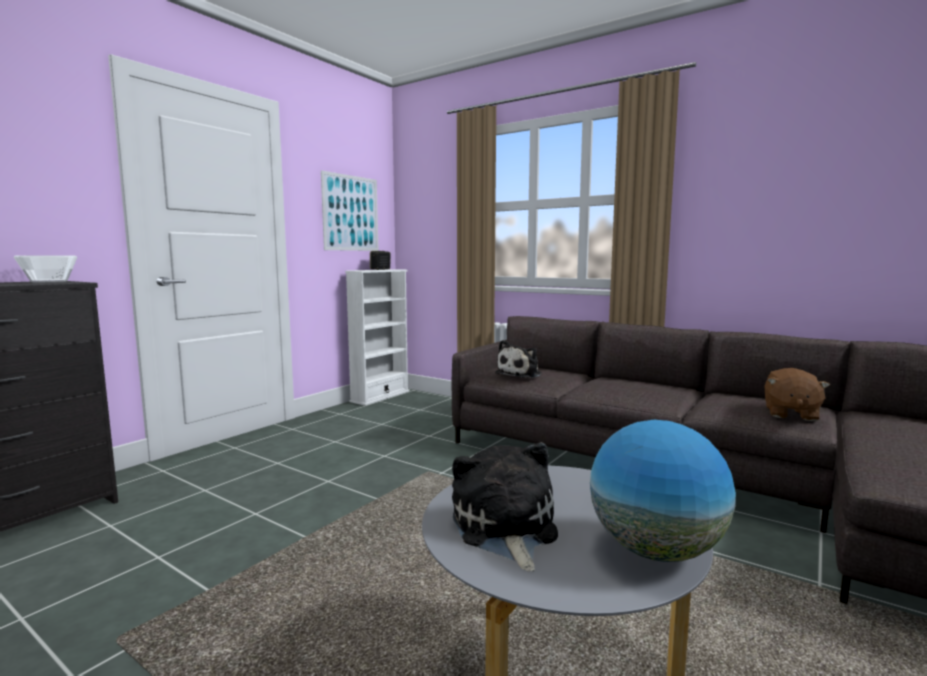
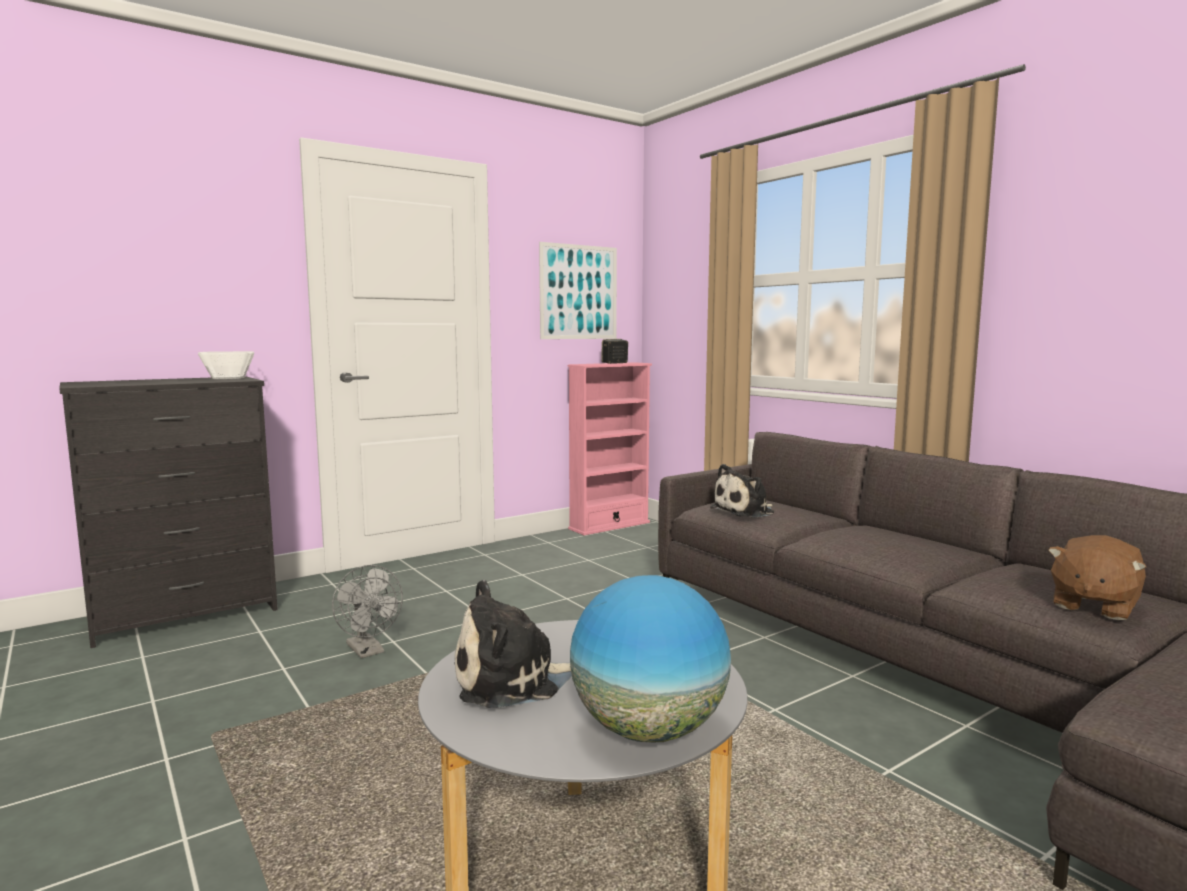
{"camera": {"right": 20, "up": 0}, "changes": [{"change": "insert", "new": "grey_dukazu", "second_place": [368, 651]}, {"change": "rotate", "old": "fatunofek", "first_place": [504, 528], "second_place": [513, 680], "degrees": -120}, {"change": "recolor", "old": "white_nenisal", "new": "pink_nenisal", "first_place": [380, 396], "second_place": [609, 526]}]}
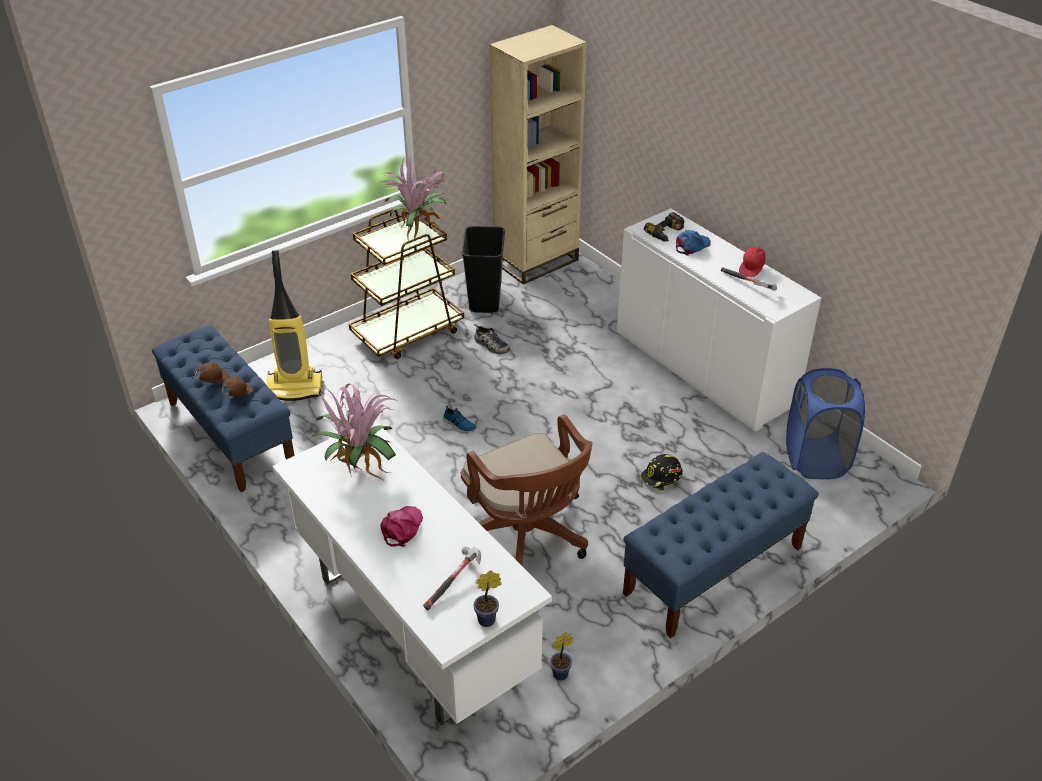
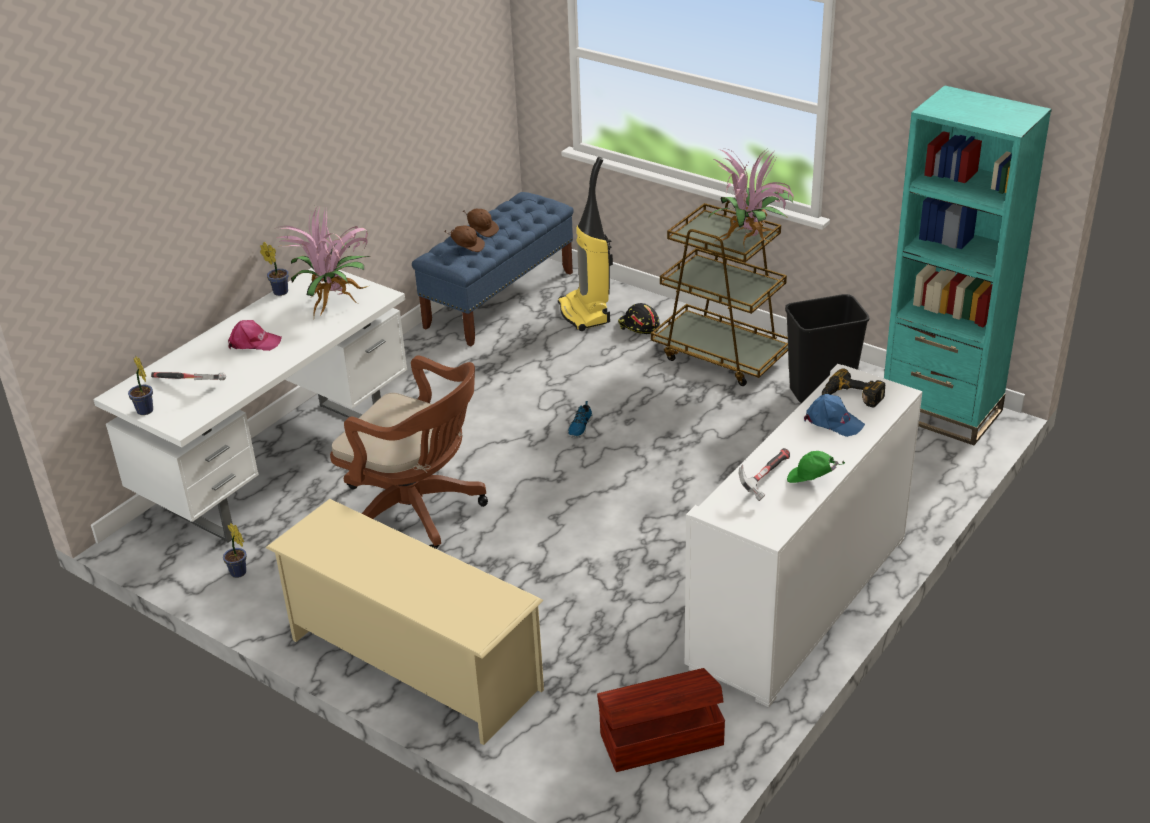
{"camera": {"right": 75, "up": -5}, "changes": [{"change": "insert", "new": "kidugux", "second_place": [279, 291]}, {"change": "replace", "old": "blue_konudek", "new": "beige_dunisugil", "first_place": [713, 571], "second_place": [413, 663]}, {"change": "rotate", "old": "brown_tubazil", "first_place": [527, 539], "second_place": [418, 513], "degrees": -105}, {"change": "replace", "old": "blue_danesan", "new": "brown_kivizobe", "first_place": [815, 459], "second_place": [660, 738]}, {"change": "move", "old": "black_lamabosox", "first_place": [661, 477], "second_place": [639, 326]}, {"change": "recolor", "old": "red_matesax", "new": "green_matesax", "first_place": [752, 268], "second_place": [811, 480]}, {"change": "recolor", "old": "beige_nenisal", "new": "turquoise_nenisal", "first_place": [536, 261], "second_place": [940, 412]}, {"change": "delete", "old": "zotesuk", "first_place": [490, 345]}]}
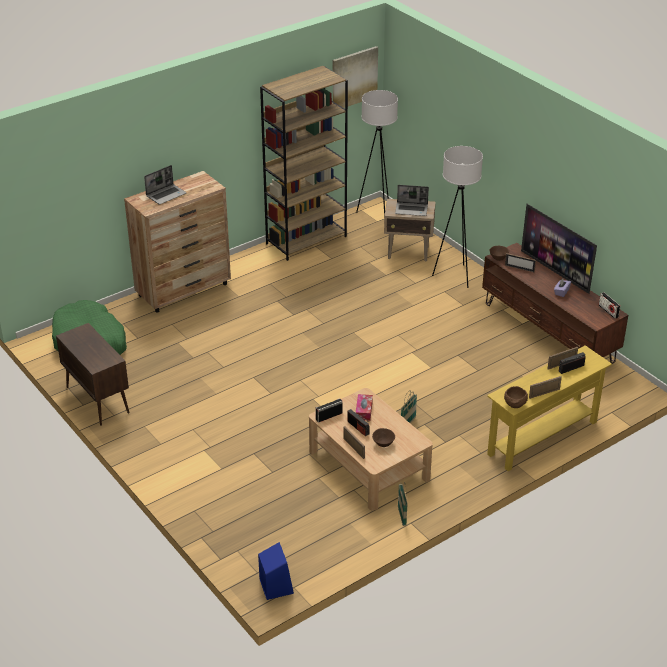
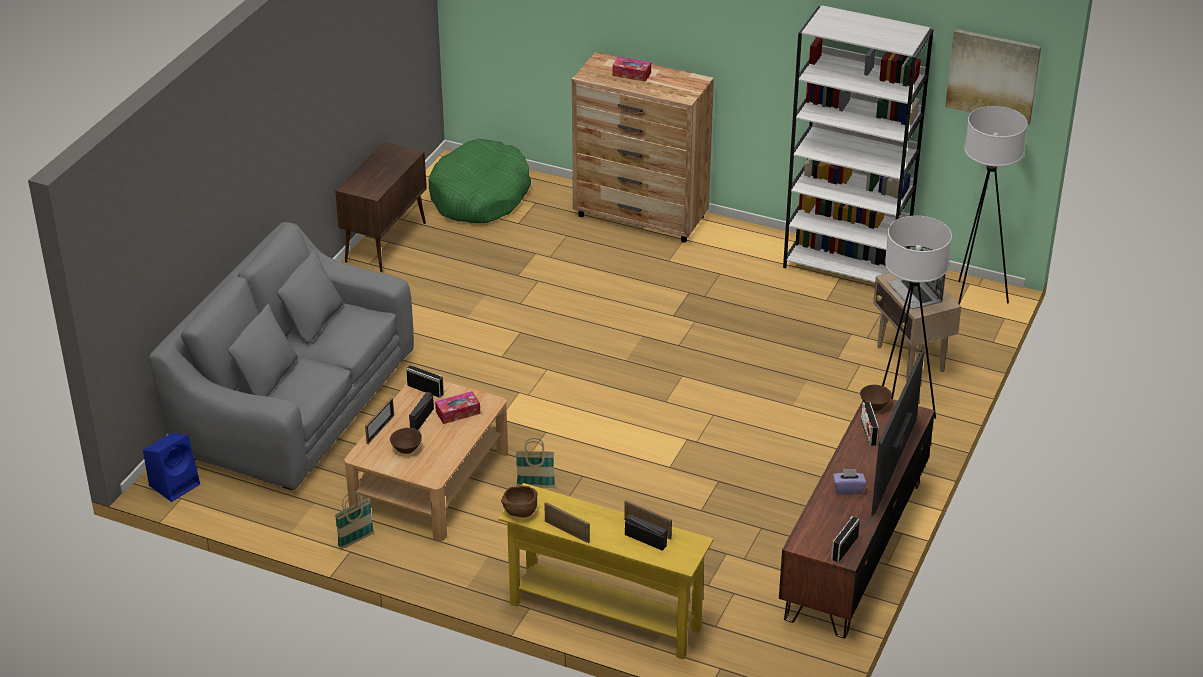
{"camera": {"right": 60, "up": 0}, "changes": [{"change": "insert", "new": "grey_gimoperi", "second_place": [295, 405]}, {"change": "replace", "old": "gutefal", "new": "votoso", "first_place": [166, 195], "second_place": [631, 74]}, {"change": "recolor", "old": "brown_nenisal", "new": "white_nenisal", "first_place": [306, 240], "second_place": [846, 265]}, {"change": "replace", "old": "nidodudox", "new": "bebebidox", "first_place": [519, 268], "second_place": [868, 432]}]}
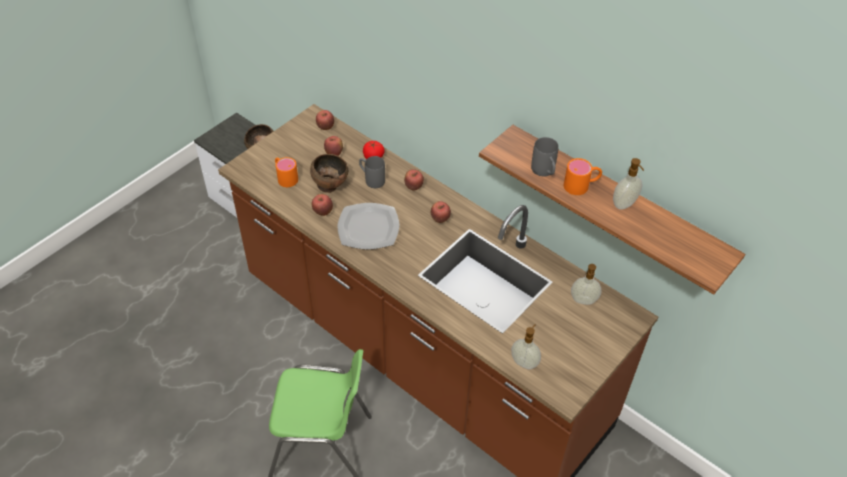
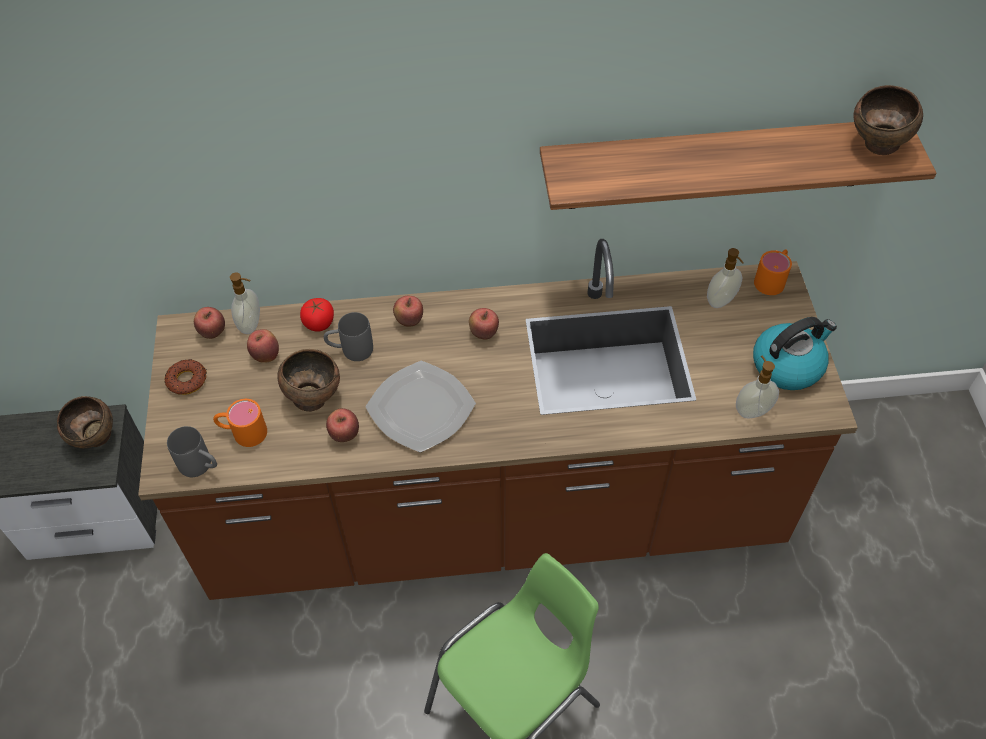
{"camera": {"right": -45, "up": 5}, "changes": [{"change": "insert", "new": "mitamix", "second_place": [187, 380]}, {"change": "move", "old": "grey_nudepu", "first_place": [544, 172], "second_place": [201, 466]}, {"change": "move", "old": "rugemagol", "first_place": [624, 204], "second_place": [251, 324]}, {"change": "insert", "new": "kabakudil", "second_place": [787, 365]}, {"change": "move", "old": "orange_nudepu", "first_place": [581, 185], "second_place": [772, 279]}, {"change": "insert", "new": "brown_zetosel", "second_place": [877, 147]}]}
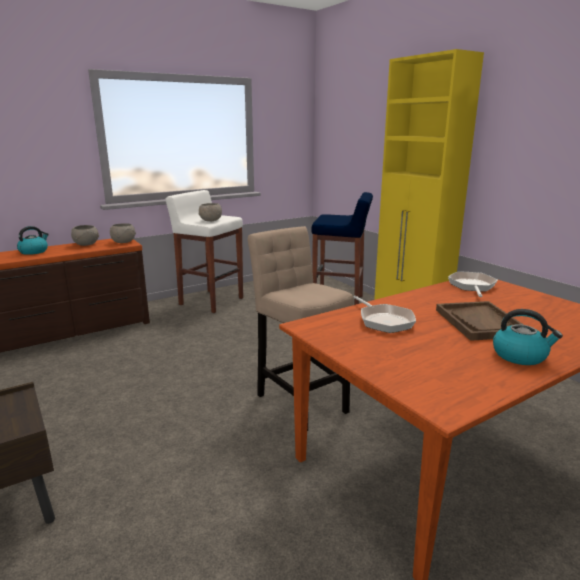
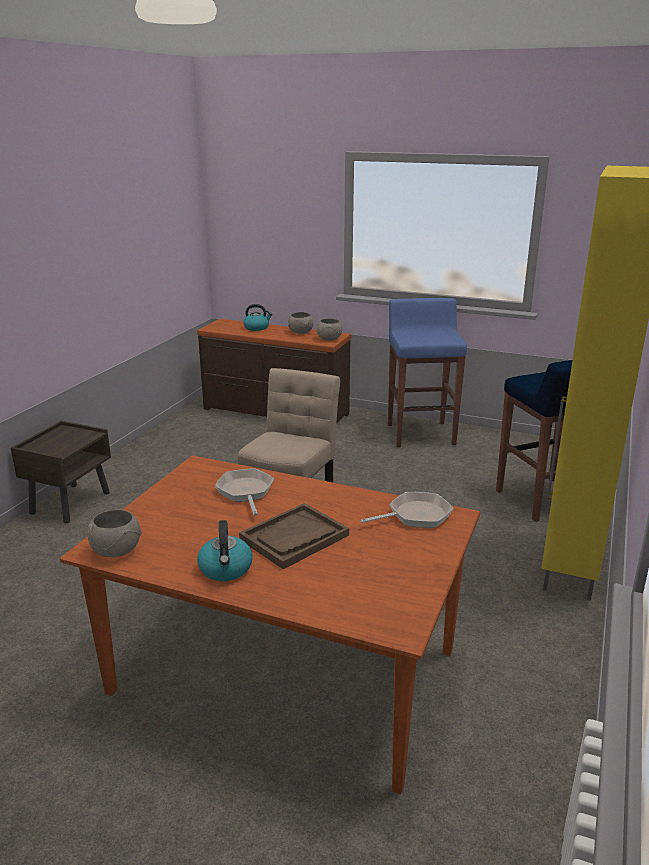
{"camera": {"right": 55, "up": 5}, "changes": [{"change": "move", "old": "grey_zetosel", "first_place": [211, 220], "second_place": [117, 551]}, {"change": "rotate", "old": "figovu", "first_place": [384, 321], "second_place": [245, 492], "degrees": 135}, {"change": "recolor", "old": "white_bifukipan", "new": "blue_bifukipan", "first_place": [210, 301], "second_place": [420, 434]}]}
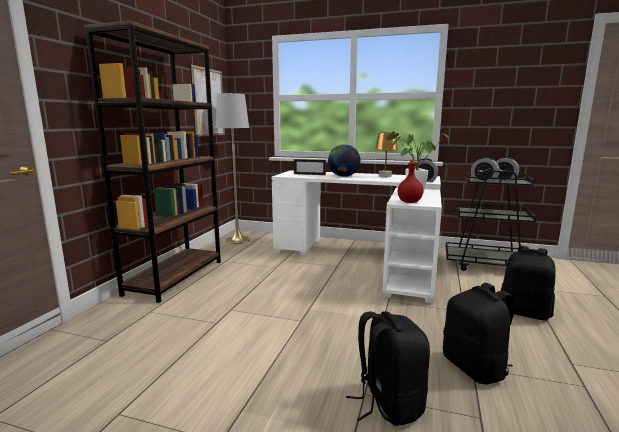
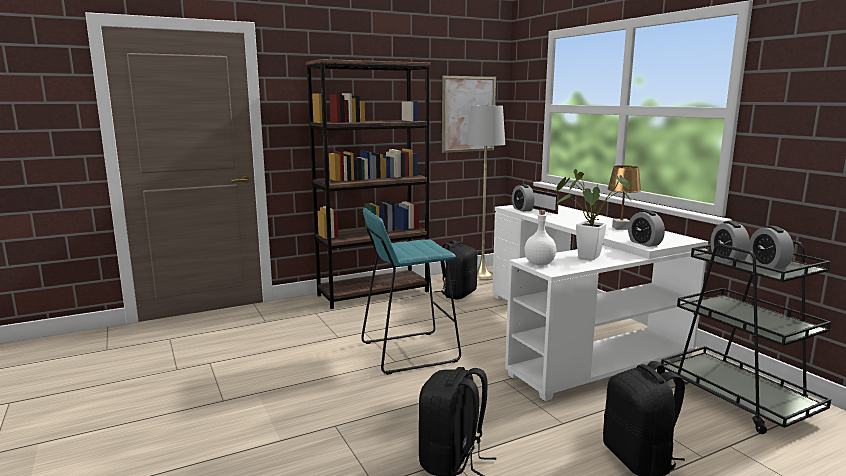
{"camera": {"right": 45, "up": 0}, "changes": [{"change": "insert", "new": "turquoise_bifukipan", "second_place": [408, 352]}, {"change": "move", "old": "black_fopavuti", "first_place": [388, 403], "second_place": [458, 294]}, {"change": "insert", "new": "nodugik", "second_place": [522, 209]}, {"change": "recolor", "old": "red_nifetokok", "new": "white_nifetokok", "first_place": [409, 202], "second_place": [539, 263]}, {"change": "delete", "old": "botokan", "first_place": [343, 176]}]}
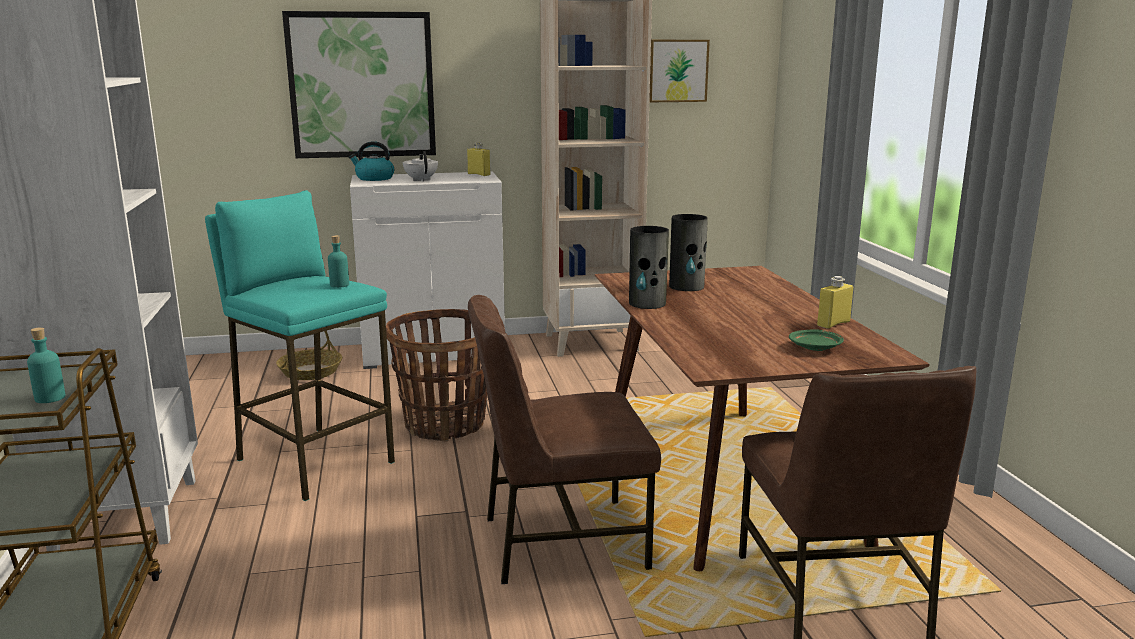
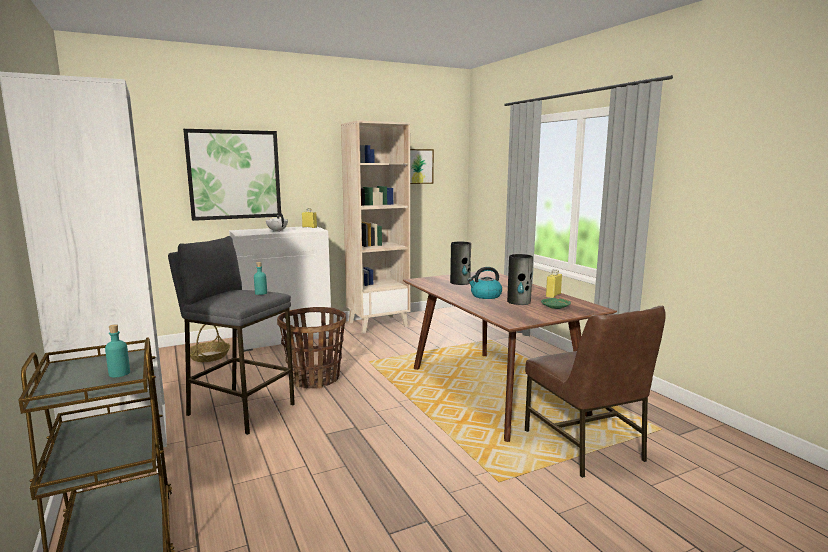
{"camera": {"right": -15, "up": -5}, "changes": [{"change": "recolor", "old": "turquoise_bifukipan", "new": "grey_bifukipan", "first_place": [314, 461], "second_place": [241, 409]}, {"change": "move", "old": "kabakudil", "first_place": [374, 178], "second_place": [485, 296]}, {"change": "move", "old": "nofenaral", "first_place": [647, 303], "second_place": [519, 302]}, {"change": "delete", "old": "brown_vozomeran", "first_place": [561, 541]}]}
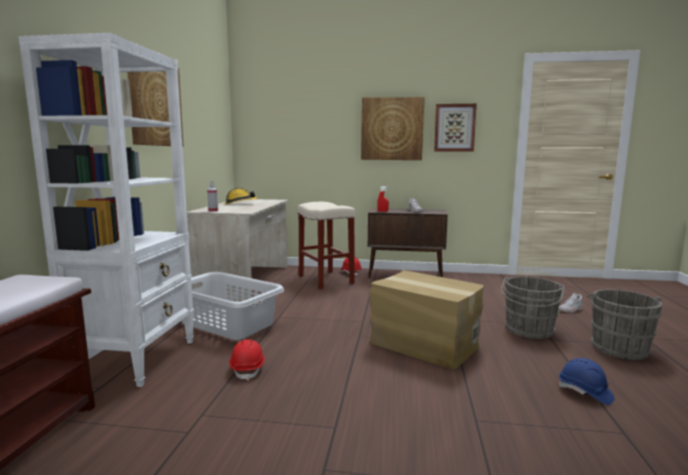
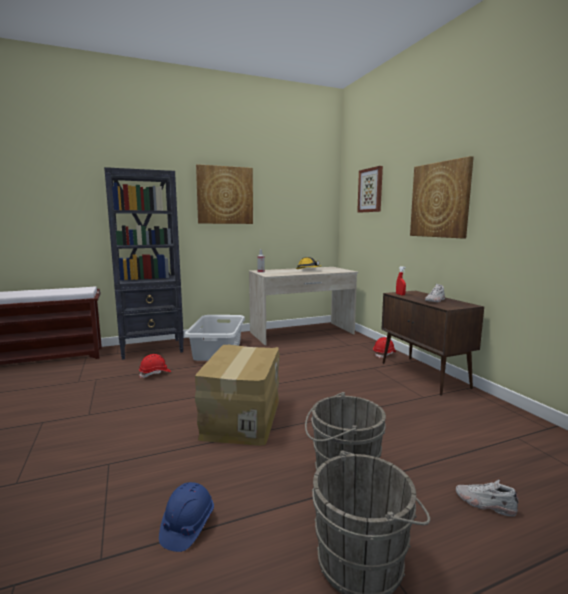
{"camera": {"right": 60, "up": 0}, "changes": [{"change": "recolor", "old": "white_nenisal", "new": "black_nenisal", "first_place": [136, 358], "second_place": [153, 349]}, {"change": "move", "old": "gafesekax", "first_place": [454, 128], "second_place": [370, 190]}, {"change": "delete", "old": "beige_bifukipan", "first_place": [326, 280]}]}
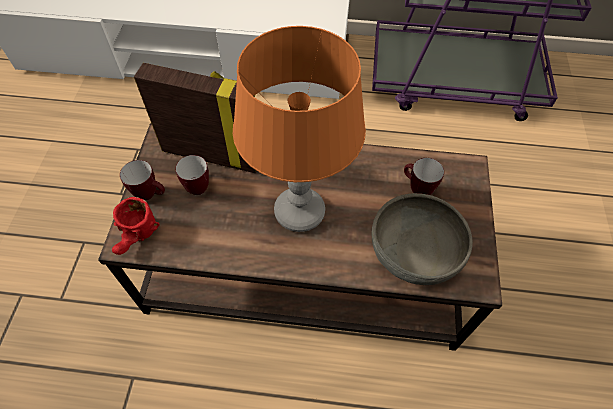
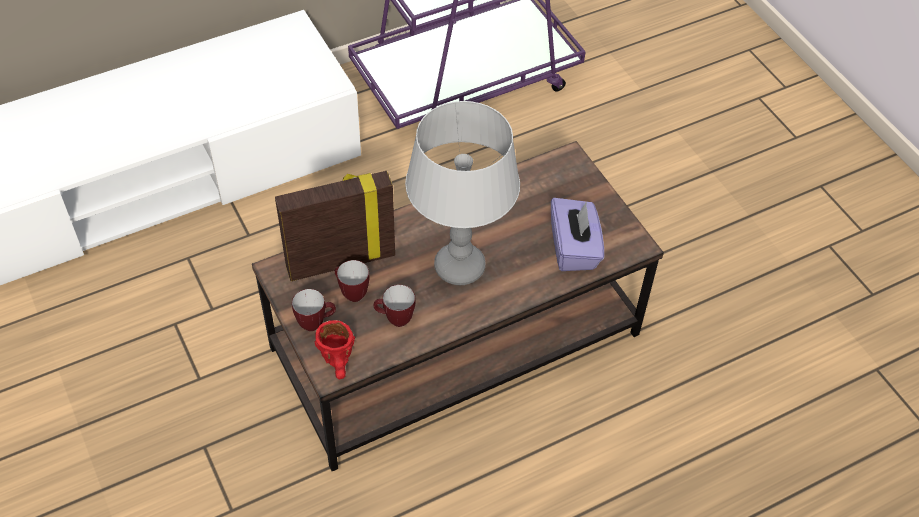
{"camera": {"right": -35, "up": -5}, "changes": [{"change": "move", "old": "nudepu", "first_place": [416, 189], "second_place": [394, 320]}, {"change": "recolor", "old": "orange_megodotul", "new": "grey_megodotul", "first_place": [299, 212], "second_place": [459, 268]}, {"change": "replace", "old": "grey_zetosel", "new": "purple_votoso", "first_place": [414, 252], "second_place": [574, 248]}]}
